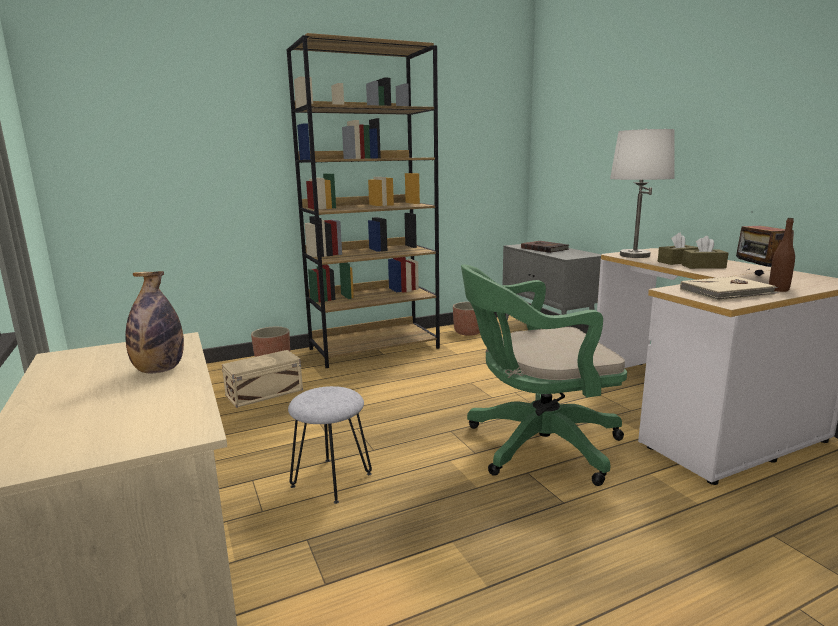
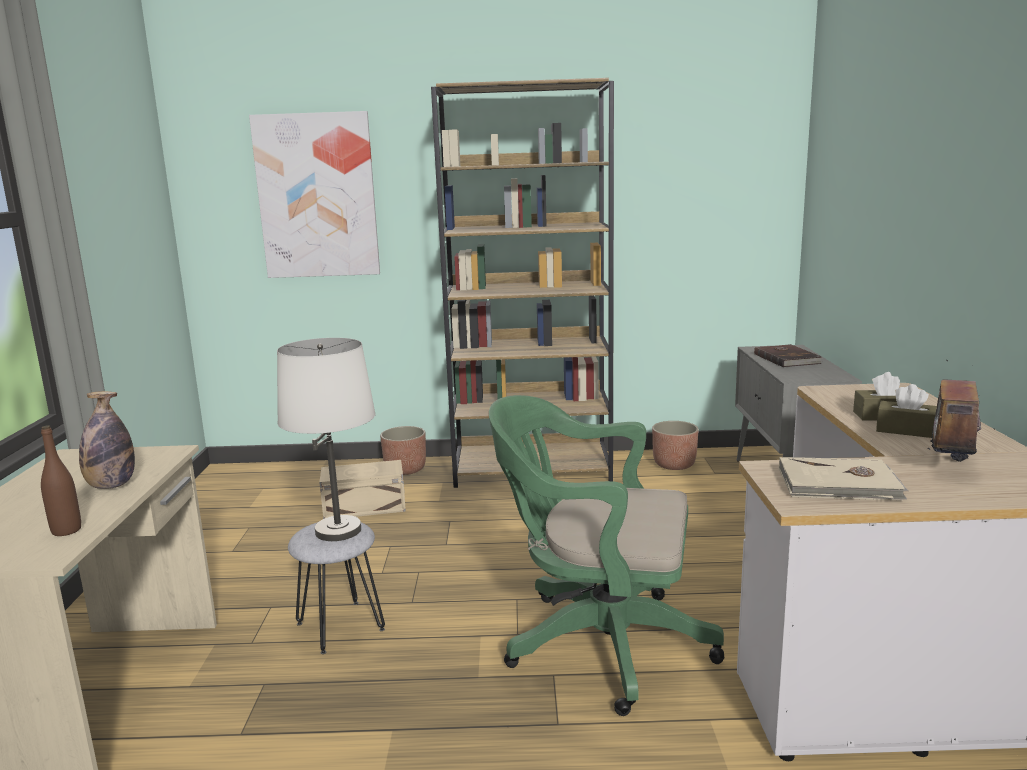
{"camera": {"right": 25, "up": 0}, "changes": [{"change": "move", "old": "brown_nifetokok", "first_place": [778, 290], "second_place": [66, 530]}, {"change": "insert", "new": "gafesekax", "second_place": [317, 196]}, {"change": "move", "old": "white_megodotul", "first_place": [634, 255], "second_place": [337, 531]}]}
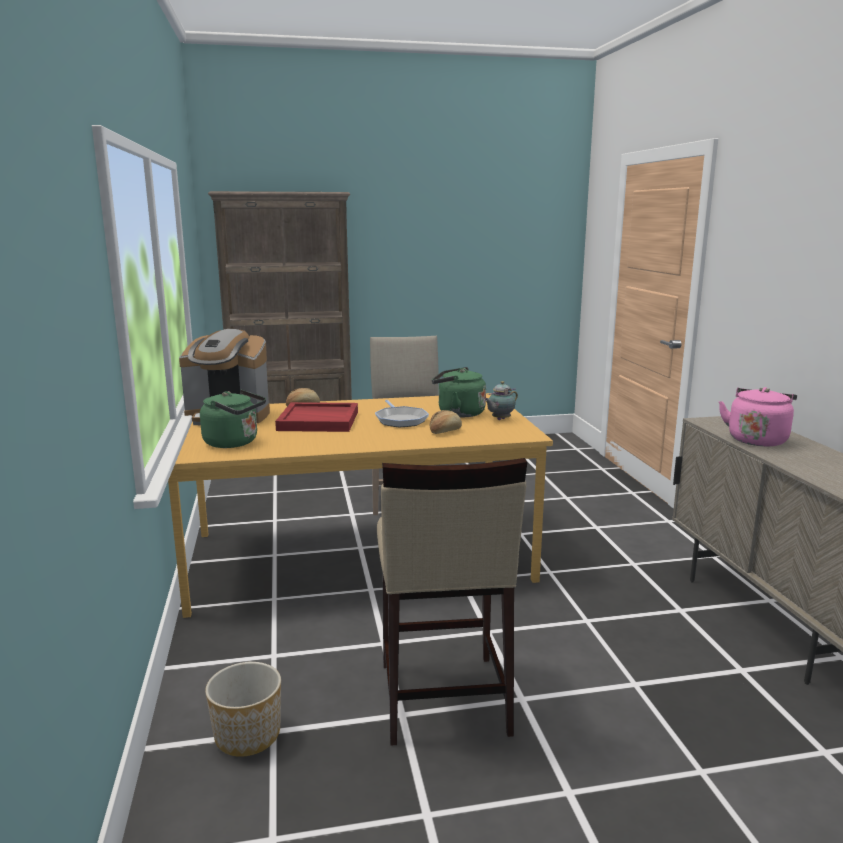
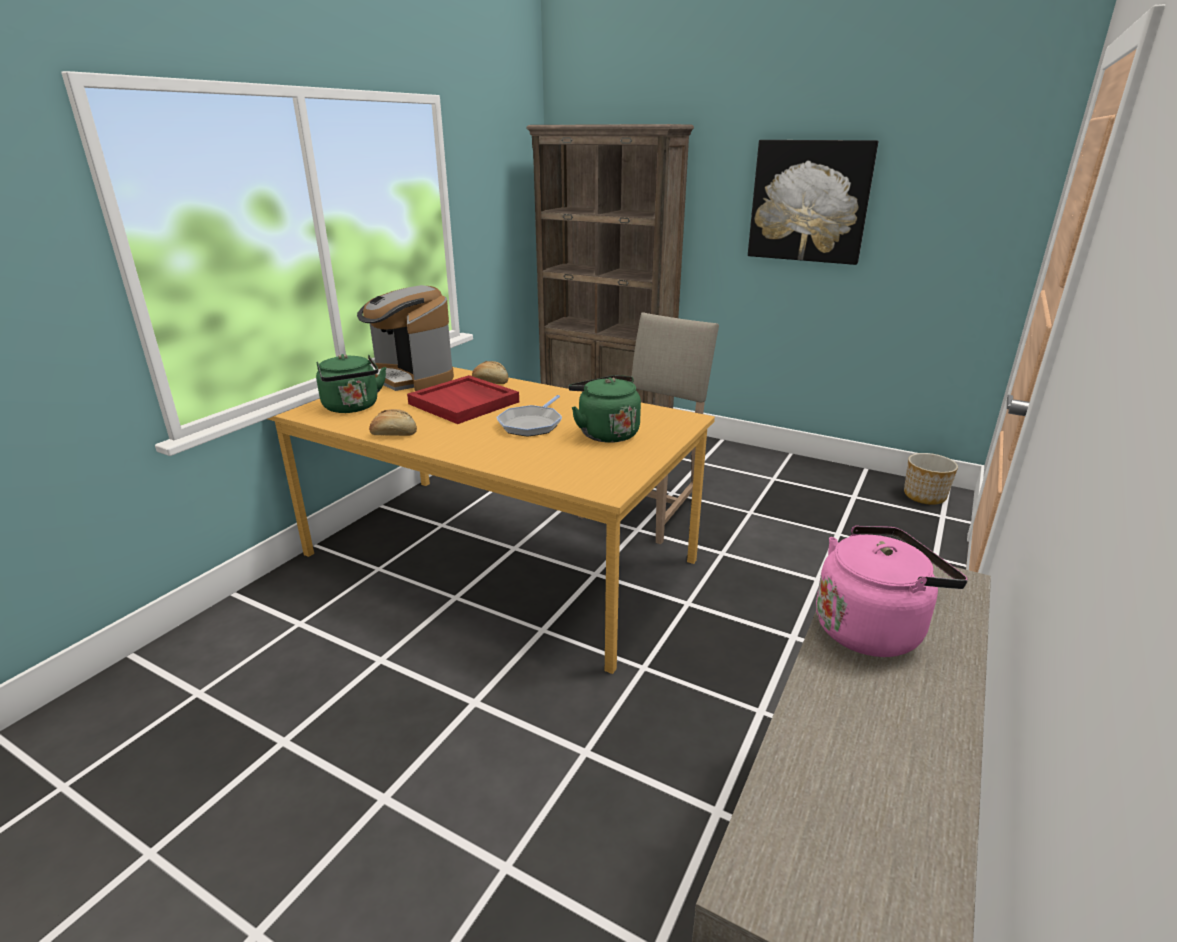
{"camera": {"right": 40, "up": 10}, "changes": [{"change": "move", "old": "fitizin", "first_place": [444, 431], "second_place": [394, 434]}, {"change": "insert", "new": "gafesekax", "second_place": [809, 201]}, {"change": "move", "old": "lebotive", "first_place": [248, 735], "second_place": [925, 496]}, {"change": "delete", "old": "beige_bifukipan", "first_place": [442, 699]}, {"change": "delete", "old": "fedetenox", "first_place": [499, 419]}]}
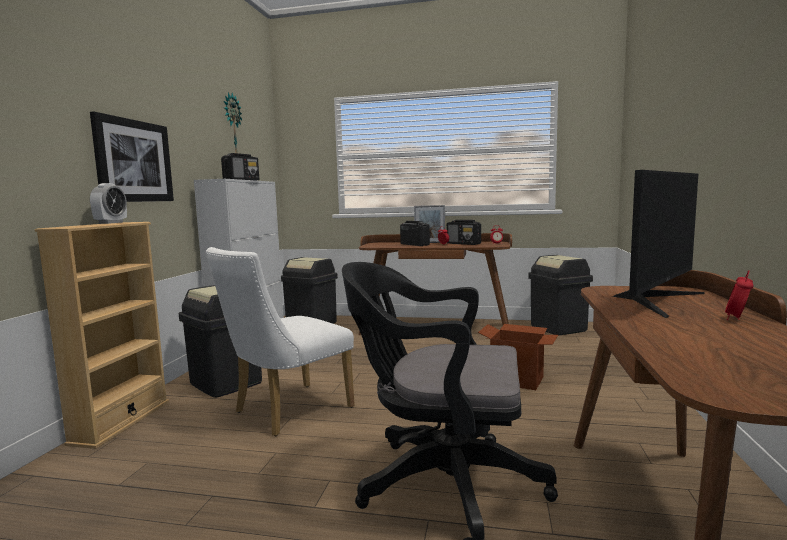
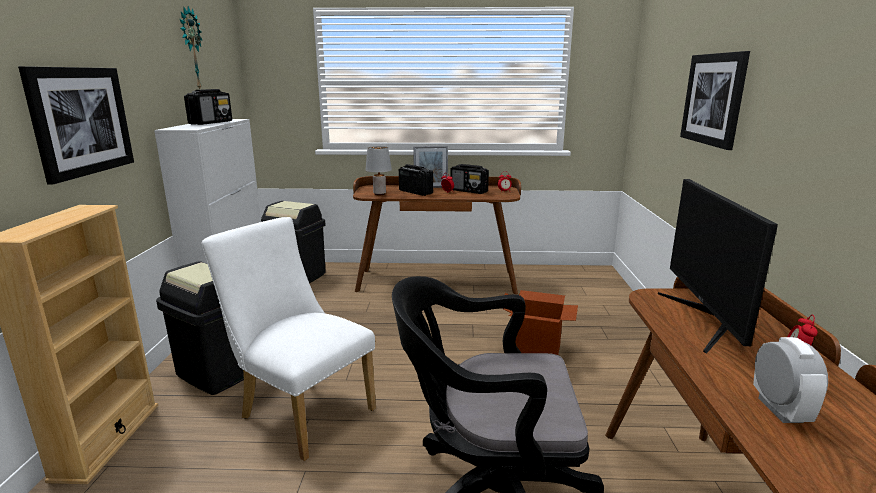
{"camera": {"right": -10, "up": 10}, "changes": [{"change": "rotate", "old": "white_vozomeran", "first_place": [286, 412], "second_place": [301, 411], "degrees": 90}, {"change": "insert", "new": "grey_megodotul", "second_place": [379, 194]}, {"change": "rotate", "old": "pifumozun", "first_place": [654, 300], "second_place": [708, 320], "degrees": 150}, {"change": "insert", "new": "gafesekax", "second_place": [713, 99]}, {"change": "move", "old": "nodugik", "first_place": [111, 223], "second_place": [779, 410]}, {"change": "delete", "old": "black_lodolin", "first_place": [558, 328]}]}
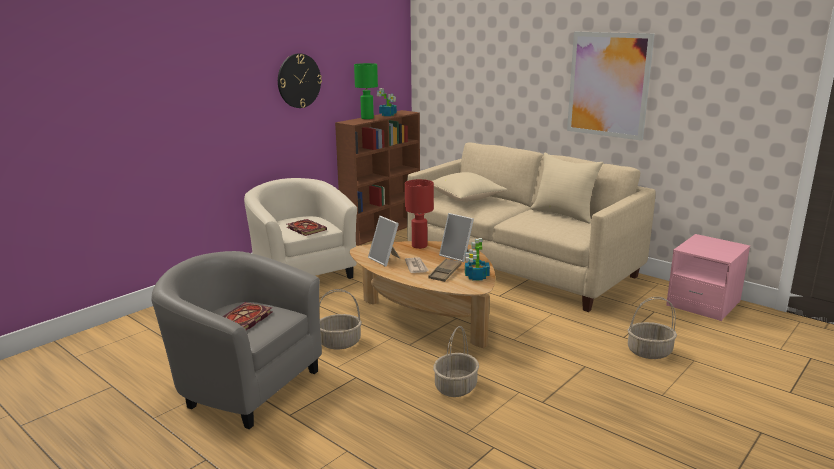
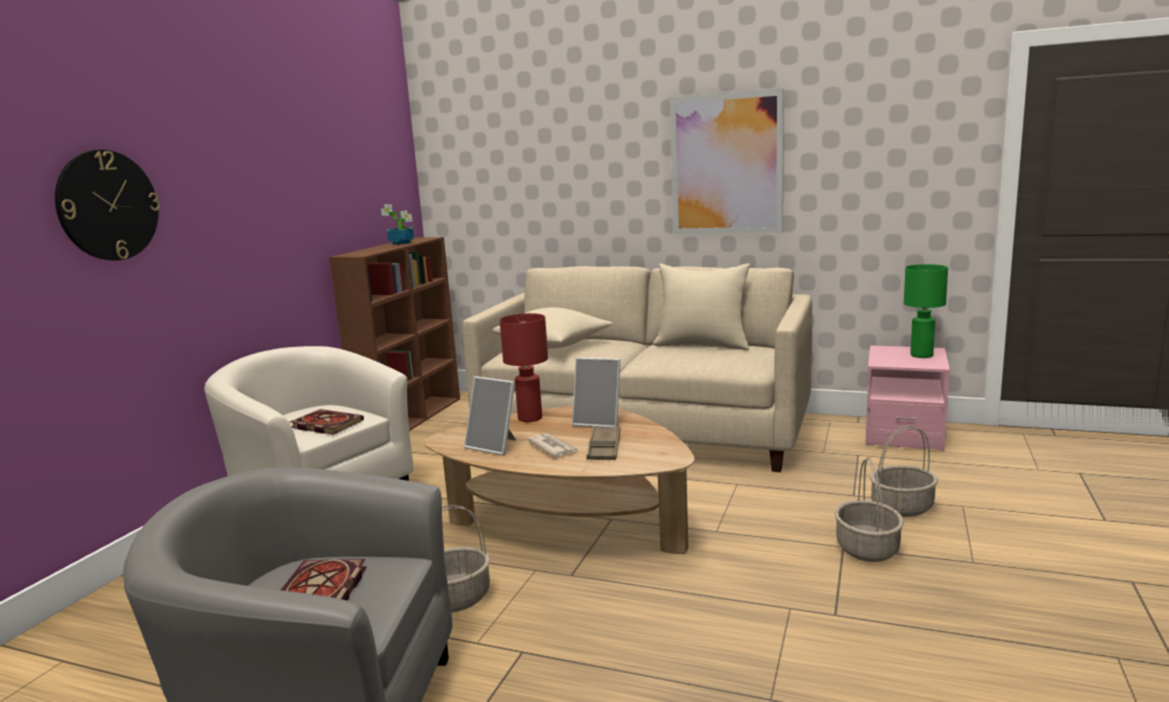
{"camera": {"right": -20, "up": -5}, "changes": [{"change": "move", "old": "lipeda", "first_place": [299, 81], "second_place": [108, 205]}, {"change": "move", "old": "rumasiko", "first_place": [456, 387], "second_place": [868, 549]}, {"change": "move", "old": "green_megodotul", "first_place": [367, 118], "second_place": [921, 355]}, {"change": "delete", "old": "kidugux", "first_place": [476, 277]}]}
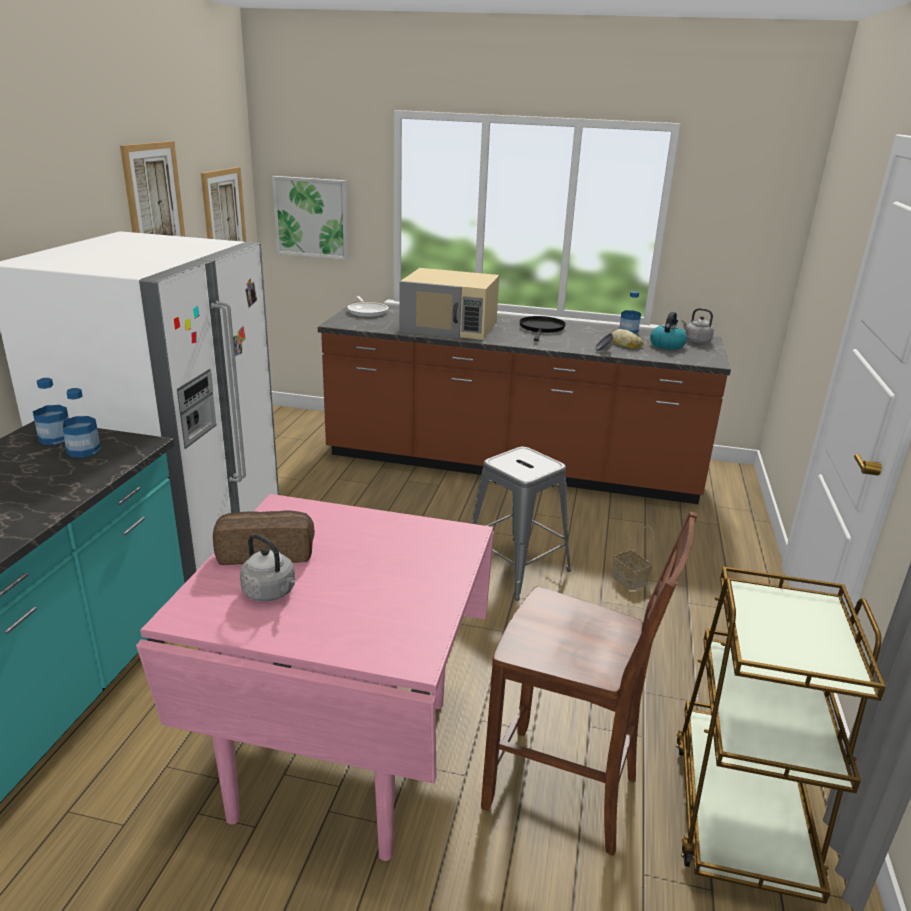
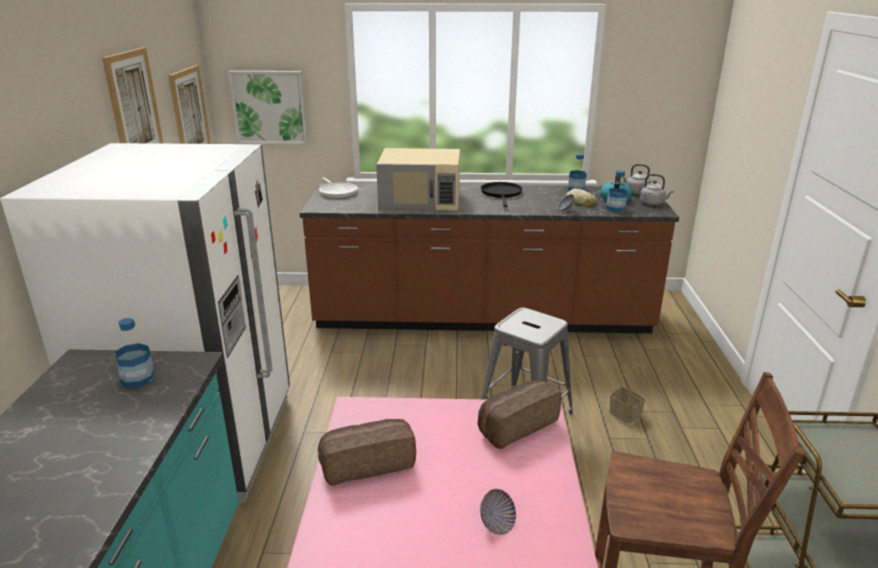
{"camera": {"right": -10, "up": 0}, "changes": [{"change": "insert", "new": "fitizin", "second_place": [515, 425]}, {"change": "insert", "new": "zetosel", "second_place": [497, 524]}, {"change": "move", "old": "nifetokok", "first_place": [55, 438], "second_place": [615, 208]}, {"change": "move", "old": "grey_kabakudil", "first_place": [271, 592], "second_place": [653, 203]}]}
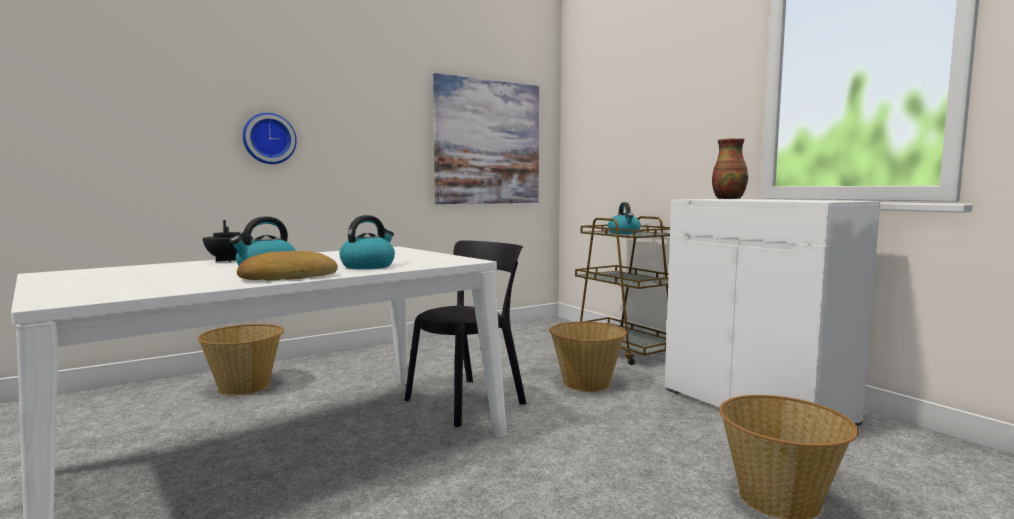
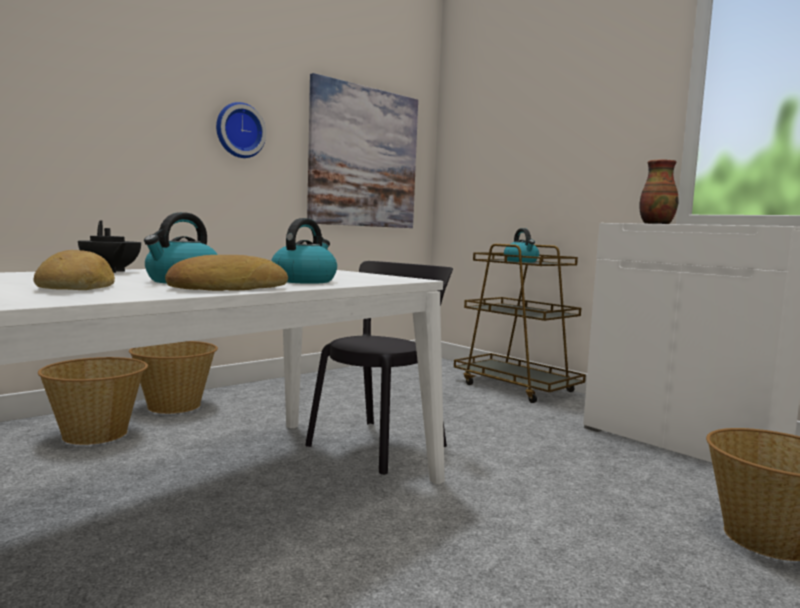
{"camera": {"right": -10, "up": 0}, "changes": [{"change": "insert", "new": "fitizin", "second_place": [77, 286]}, {"change": "move", "old": "rumasiko", "first_place": [586, 383], "second_place": [174, 405]}, {"change": "move", "old": "lipeda", "first_place": [269, 139], "second_place": [239, 130]}]}
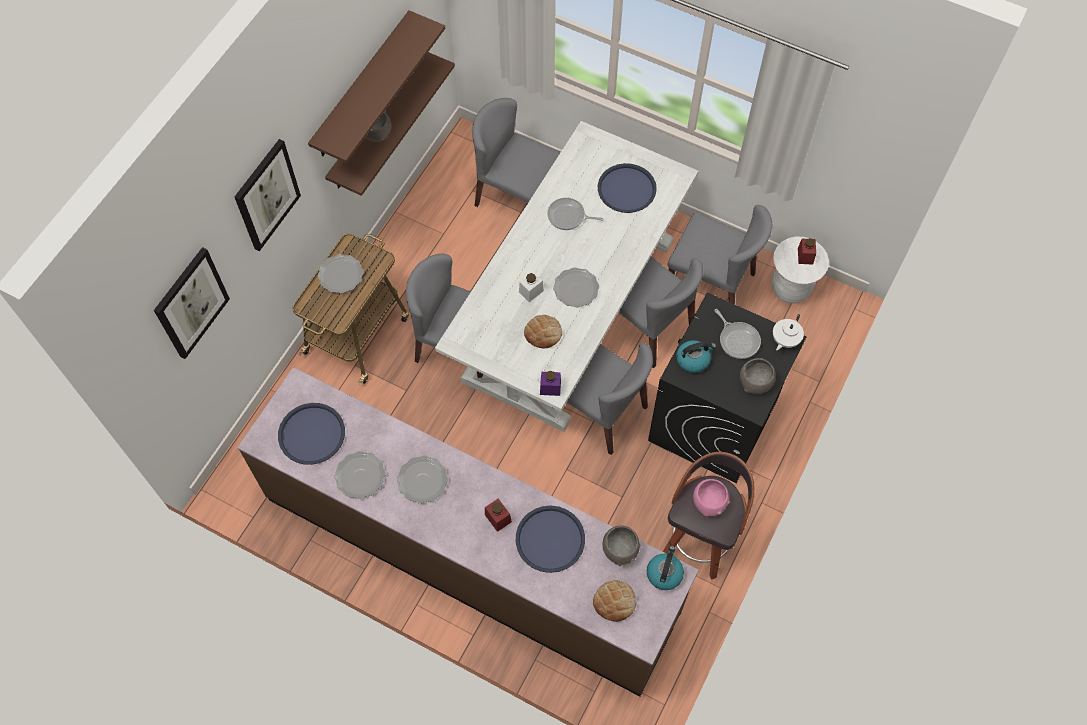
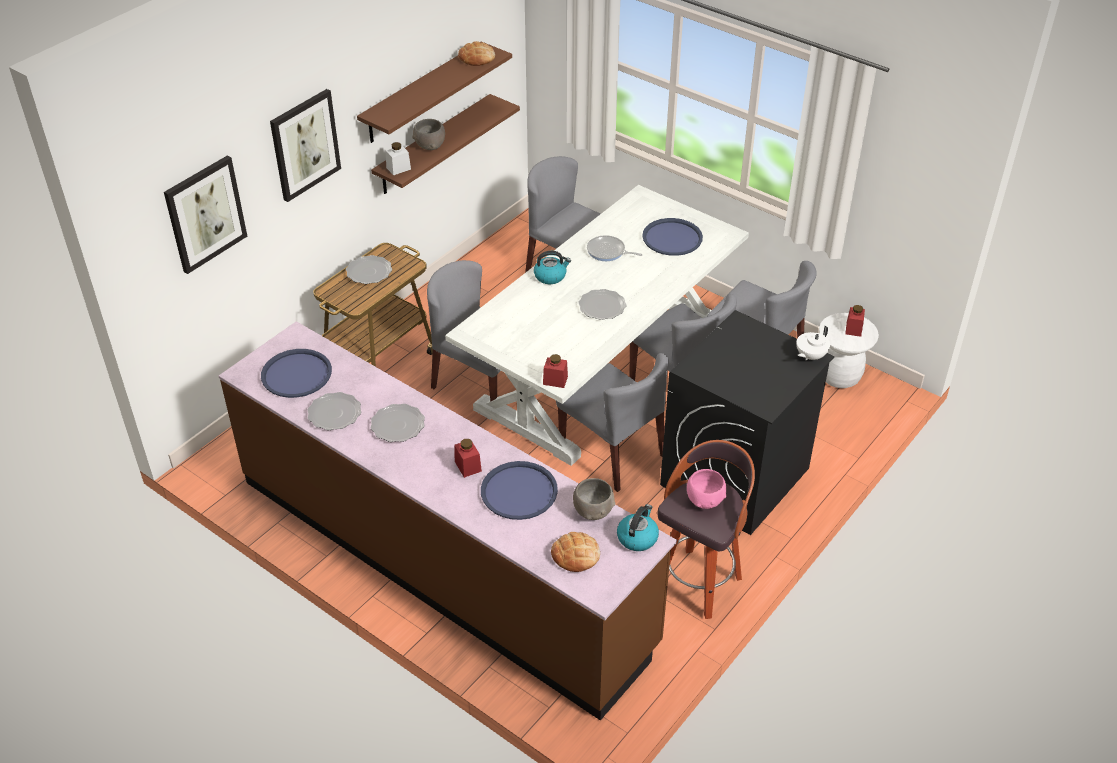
{"camera": {"right": 10, "up": -20}, "changes": [{"change": "move", "old": "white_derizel", "first_place": [531, 291], "second_place": [398, 168]}, {"change": "move", "old": "fitizin", "first_place": [543, 333], "second_place": [477, 58]}, {"change": "move", "old": "kabakudil", "first_place": [693, 359], "second_place": [550, 276]}, {"change": "recolor", "old": "purple_derizel", "new": "red_derizel", "first_place": [550, 388], "second_place": [555, 380]}, {"change": "delete", "old": "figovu", "first_place": [738, 340]}, {"change": "delete", "old": "grey_zetosel", "first_place": [755, 382]}]}
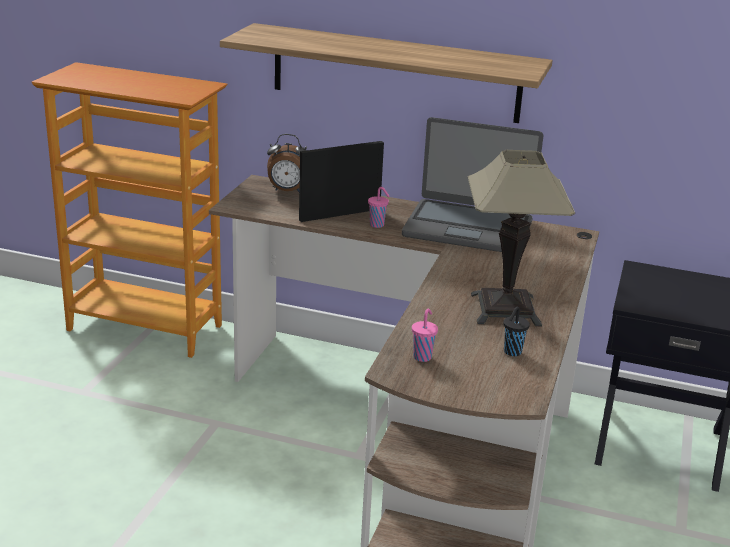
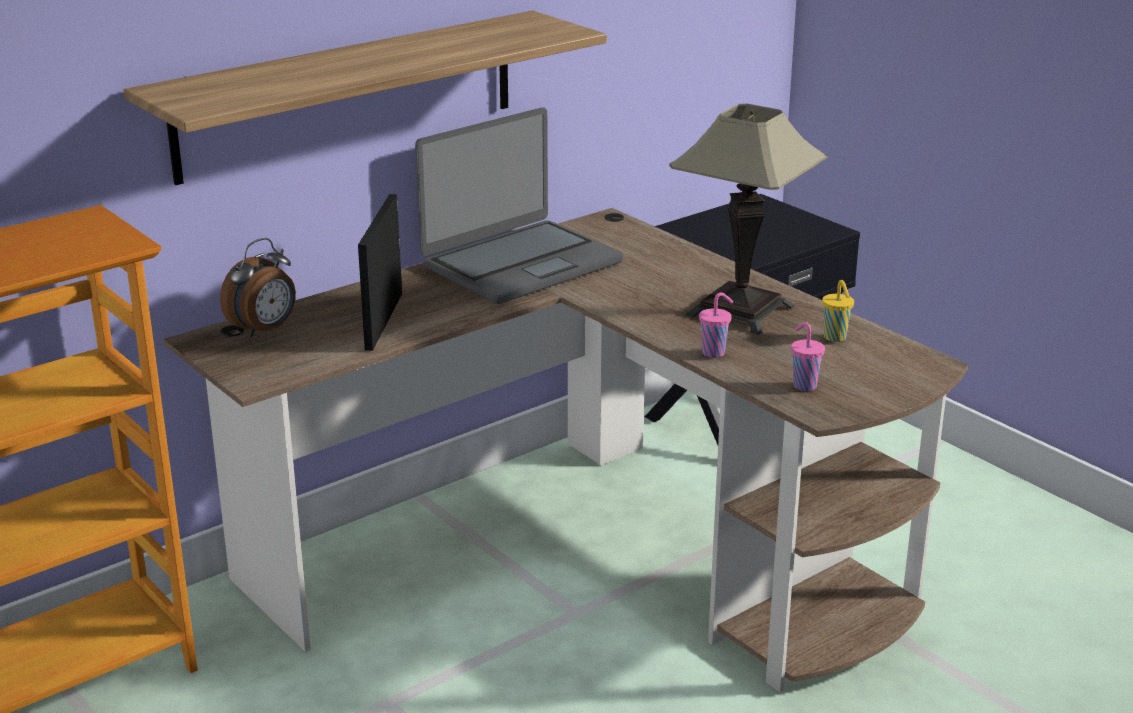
{"camera": {"right": -55, "up": 0}, "changes": [{"change": "move", "old": "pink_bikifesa", "first_place": [377, 225], "second_place": [714, 353]}, {"change": "recolor", "old": "black_bikifesa", "new": "yellow_bikifesa", "first_place": [512, 352], "second_place": [835, 338]}]}
